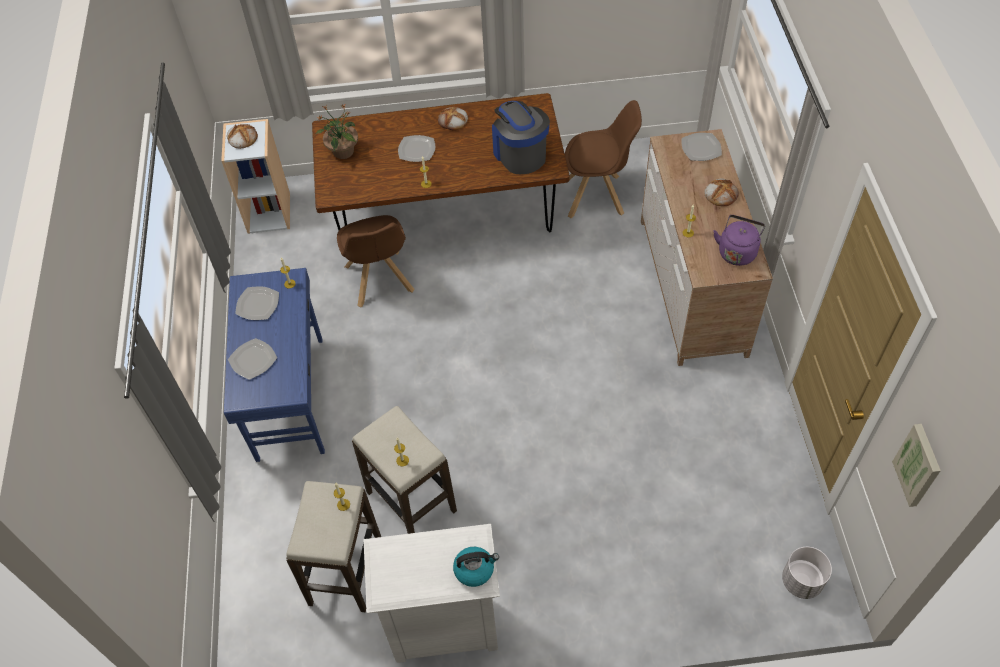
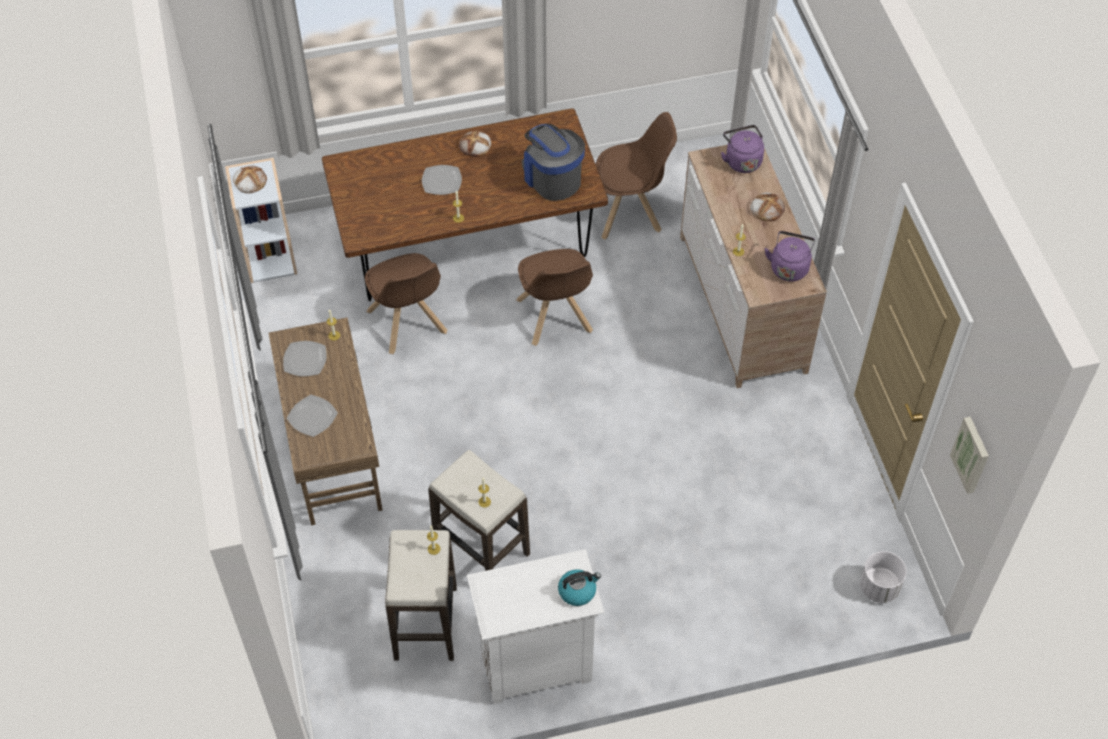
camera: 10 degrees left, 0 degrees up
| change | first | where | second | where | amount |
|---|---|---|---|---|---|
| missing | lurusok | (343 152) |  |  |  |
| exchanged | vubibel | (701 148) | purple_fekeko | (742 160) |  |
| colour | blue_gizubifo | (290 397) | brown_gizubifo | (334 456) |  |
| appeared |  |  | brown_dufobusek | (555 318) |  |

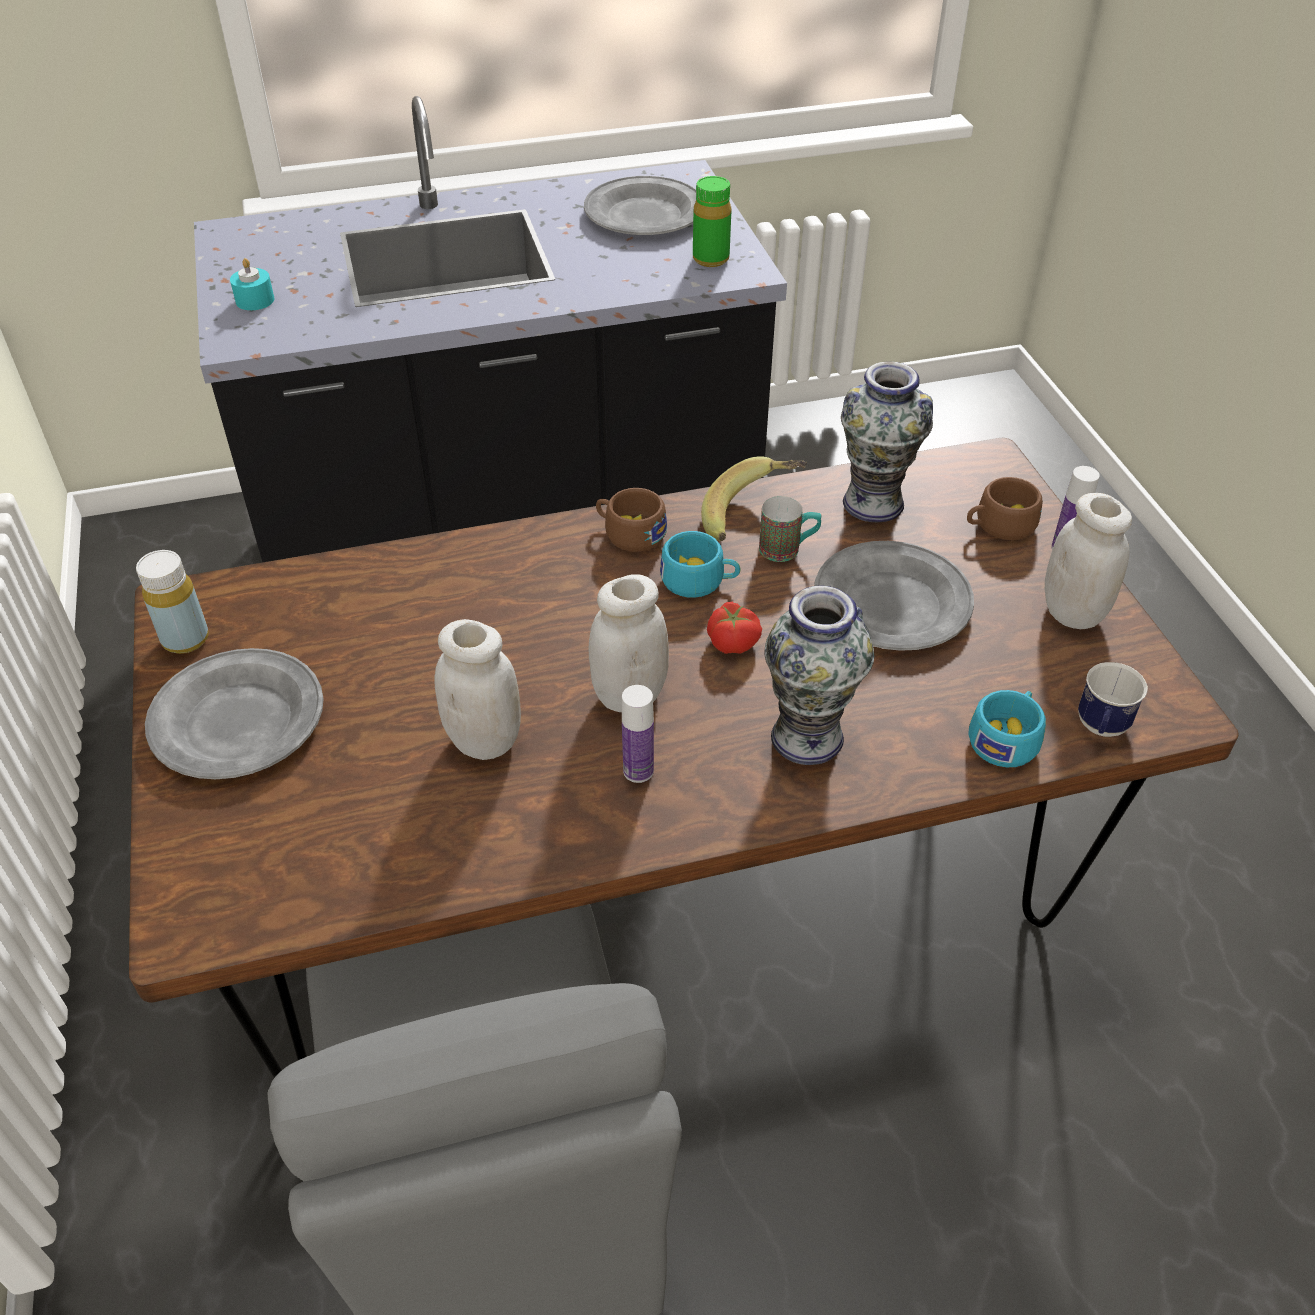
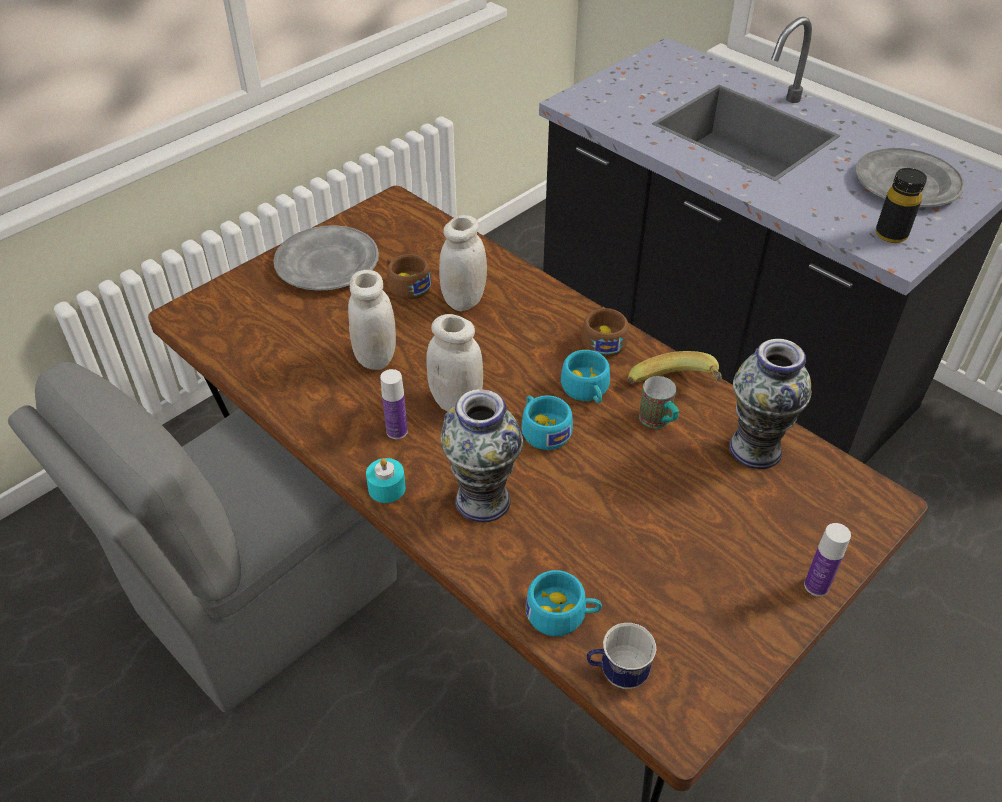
camera: 60 degrees right, 0 degrees up
| change | first | where | second | where | amount |
|---|---|---|---|---|---|
| colour | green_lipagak | (710 259) | black_lipagak | (891 235) |  |
| relocated | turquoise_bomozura | (255 300) |  | (386 488) |  |
| relocated | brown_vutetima | (999 525) |  | (406 285) |  |
| relocated | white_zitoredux | (1072 613) |  | (464 300) |  |
| missing | grey_vubibel | (892 602) |  |  |  |
| missing | yellow_lipagak | (185 639) |  |  |  |
| exchanged | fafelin | (733 641) | turquoise_vutetima | (543 430) |  |

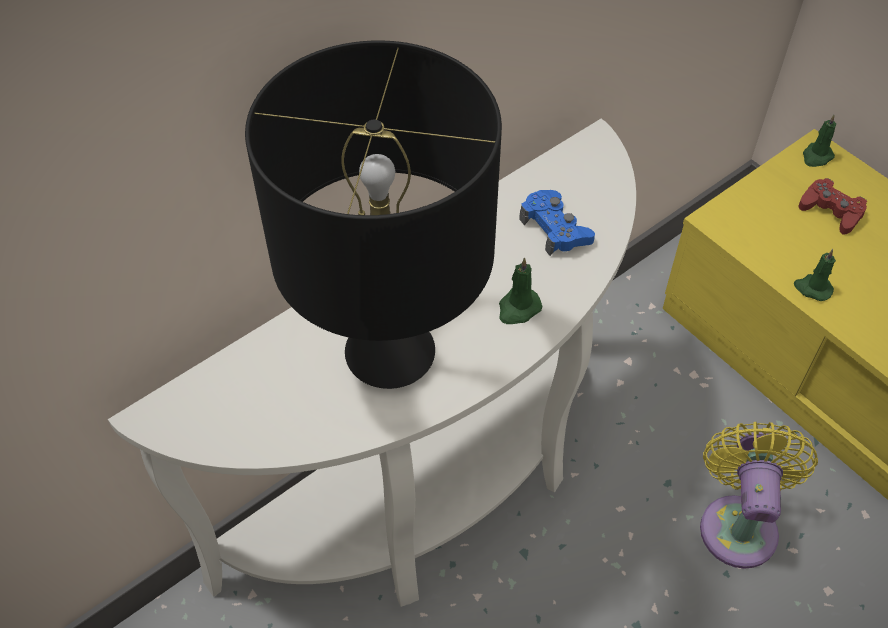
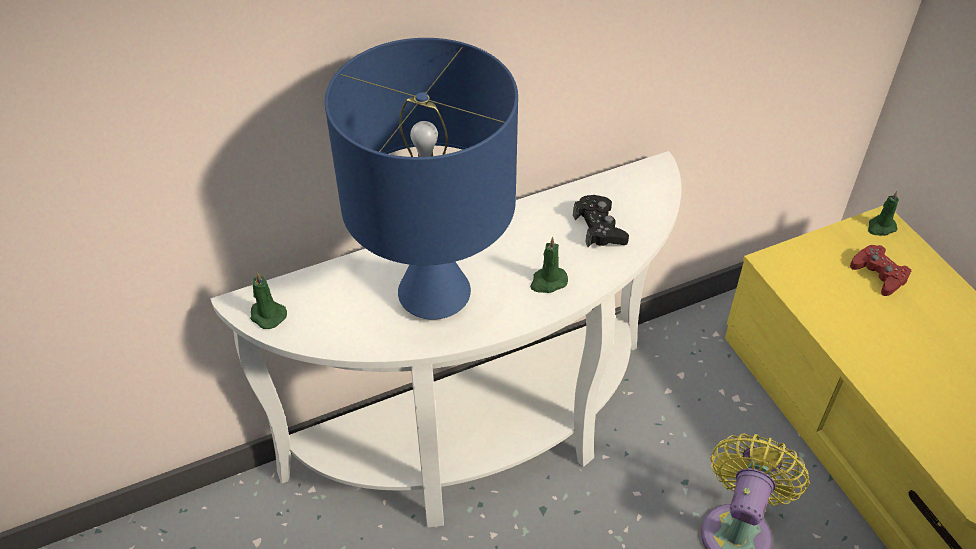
camera: 15 degrees right, 5 degrees down
| change | first | where | second | where | amount |
|---|---|---|---|---|---|
| colour | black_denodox | (390 358) | blue_denodox | (434 298) |  |
| colour | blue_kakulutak | (555 229) | black_kakulutak | (599 228) |  |
| relocated | green_bomozura | (812 288) |  | (267 315) |  |

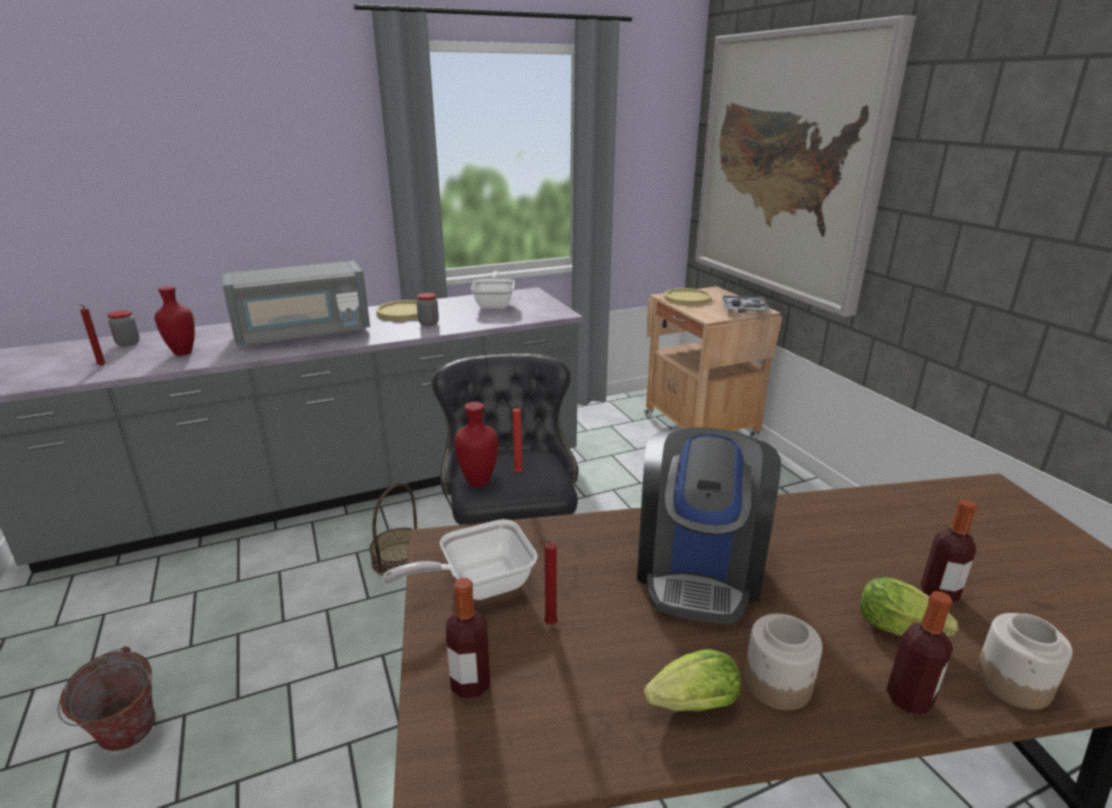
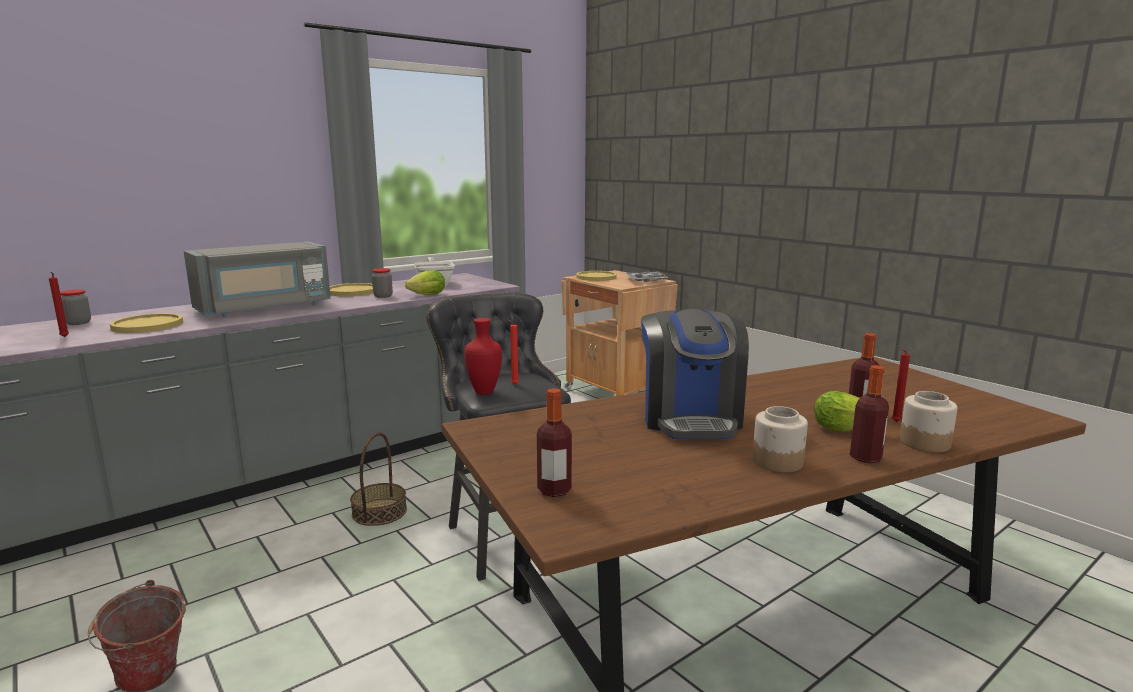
camera: 15 degrees left, 10 degrees down
| change | first | where | second | where | amount |
|---|---|---|---|---|---|
| missing | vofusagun | (786 166) |  |  |  |
| exchanged | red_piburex | (182 353) | yellow_vubibel | (147 325) |  |
| missing | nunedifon | (478 585) |  |  |  |
| relocated | red_bomozura | (548 623) |  | (894 421) |  |
| relocated | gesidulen | (688 706) |  | (425 295) |  |

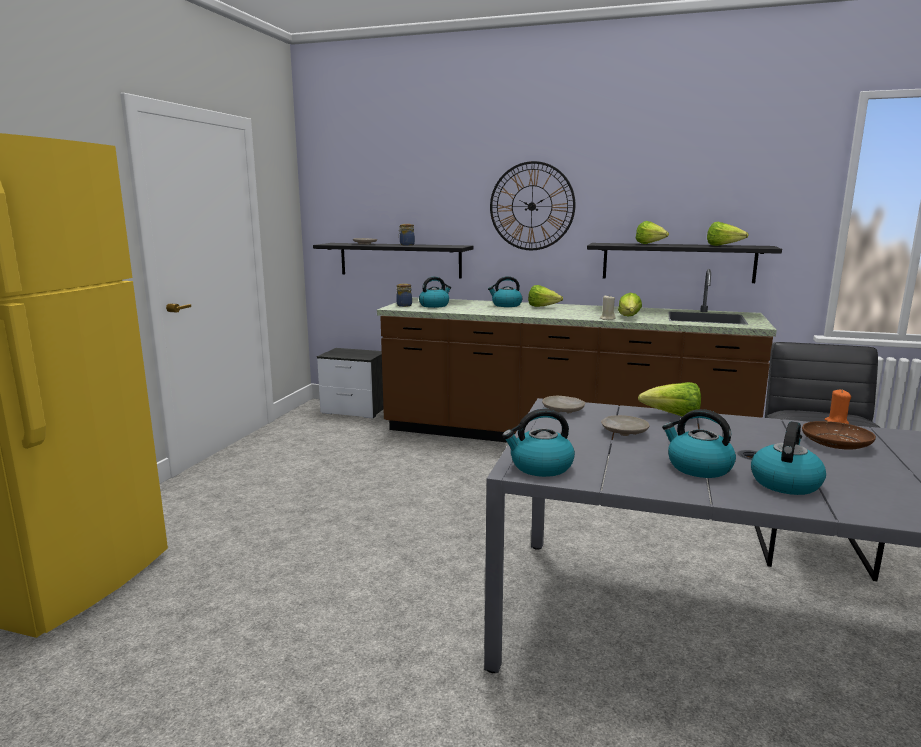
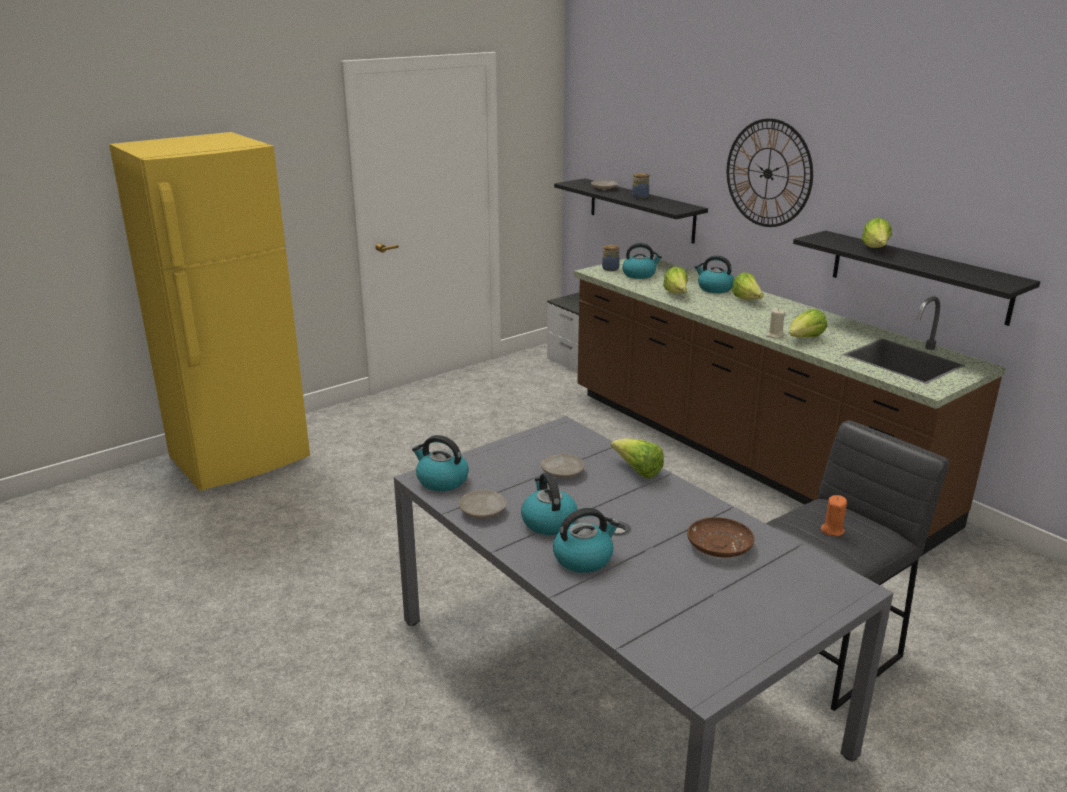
camera: 35 degrees right, 10 degrees up
| change | first | where | second | where | amount |
|---|---|---|---|---|---|
| relocated | gesidulen | (723 246) |  | (676 294) |  |
| relocated | beige_vubibel | (563 410) |  | (483 511) |  |

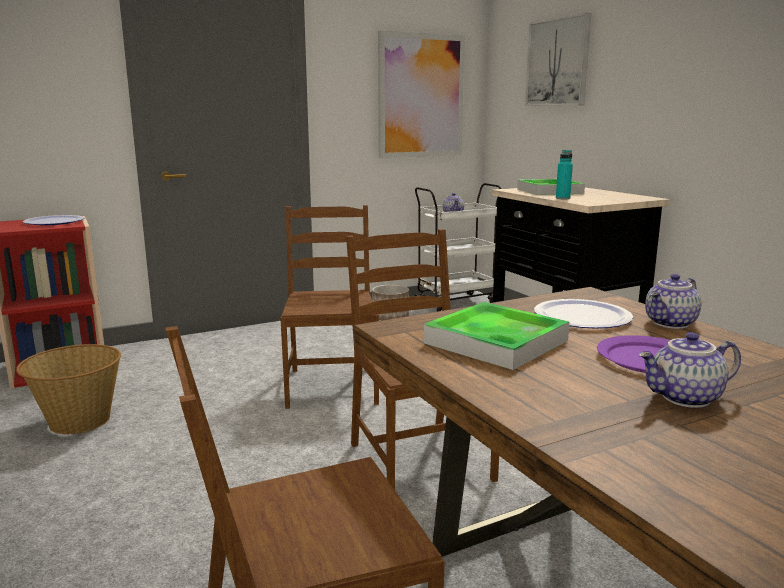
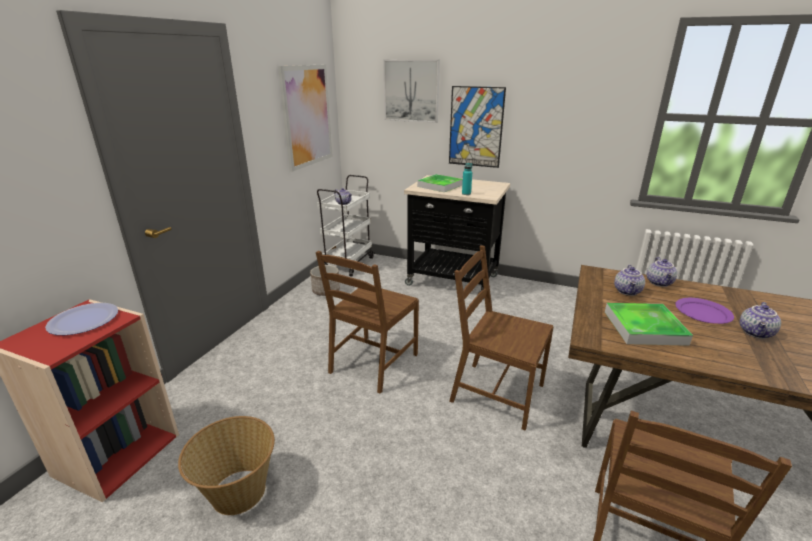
camera: 40 degrees left, 10 degrees up
| change | first | where | second | where | amount |
|---|---|---|---|---|---|
| spun | brown_dufobusek | (331 386) |  | (373 363) | 105 degrees counterclockwise |
| exchanged | vubibel | (582 316) | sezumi | (628 291) |  |
| appeared |  |  | vofusagun | (476 127) |  |

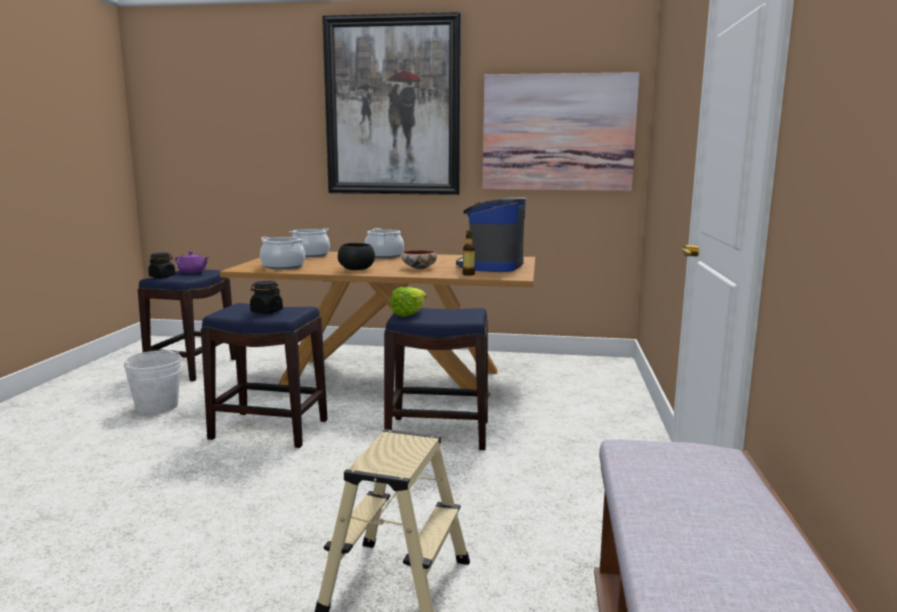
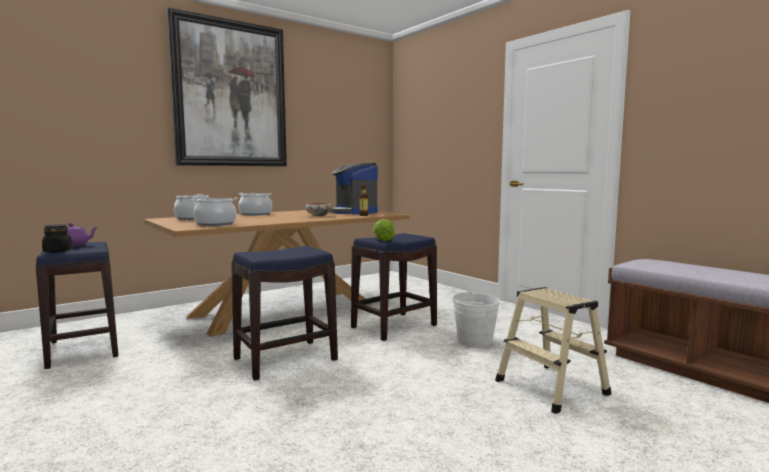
camera: 45 degrees left, 5 degrees down
| change | first | where | second | where | amount |
|---|---|---|---|---|---|
| missing | vofusagun | (558 133) |  |  |  |
| missing | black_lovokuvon | (356 269) |  |  |  |
| missing | black_zitoredux | (266 311) |  |  |  |
| relocated | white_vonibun | (157 406) |  | (474 340) |  |

